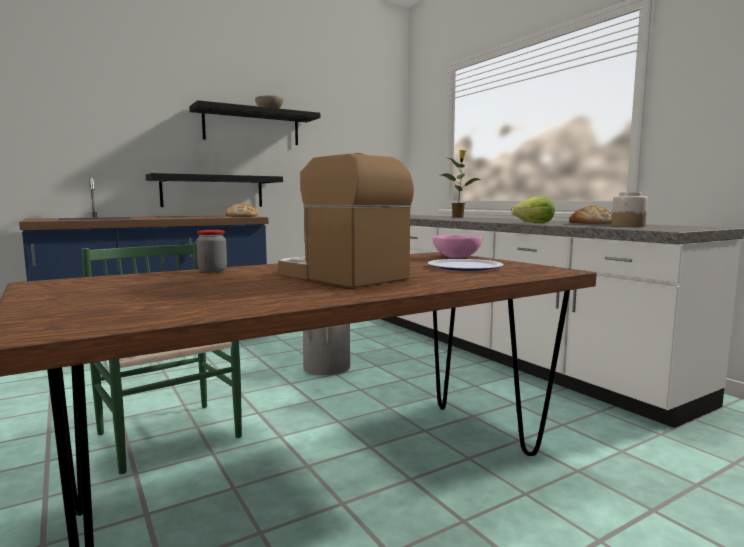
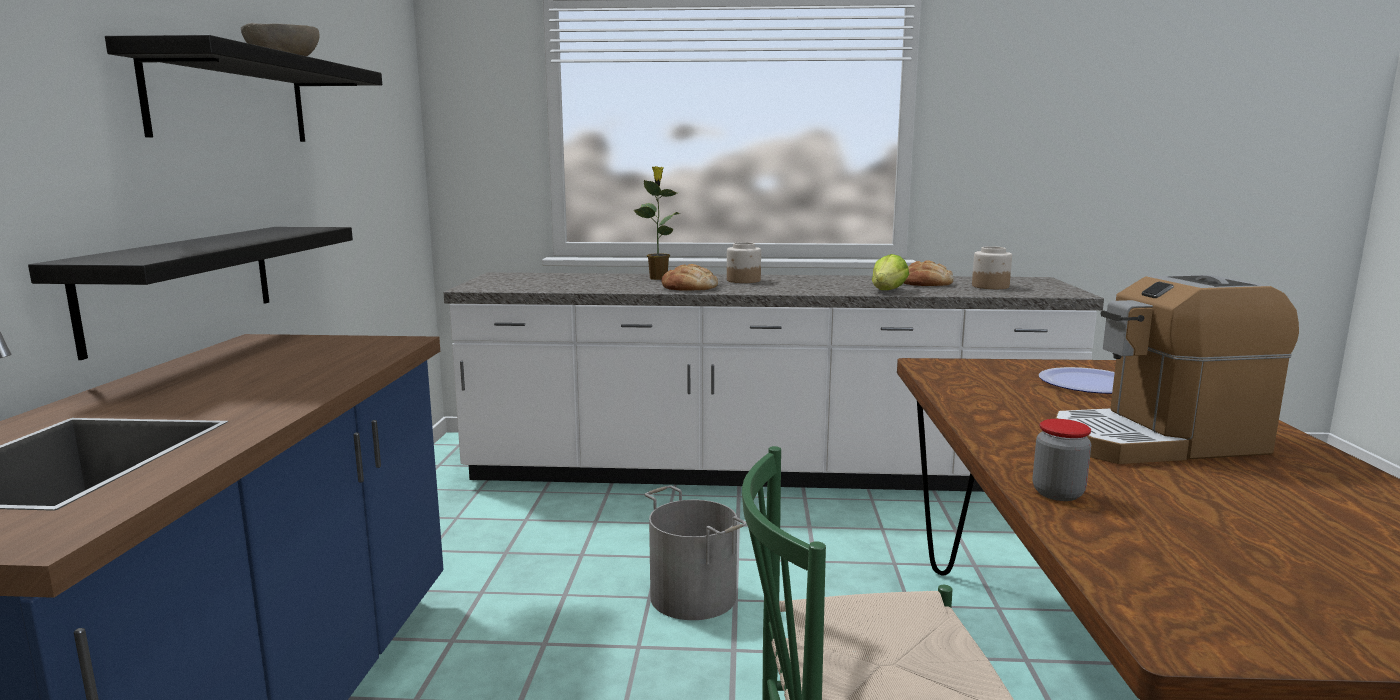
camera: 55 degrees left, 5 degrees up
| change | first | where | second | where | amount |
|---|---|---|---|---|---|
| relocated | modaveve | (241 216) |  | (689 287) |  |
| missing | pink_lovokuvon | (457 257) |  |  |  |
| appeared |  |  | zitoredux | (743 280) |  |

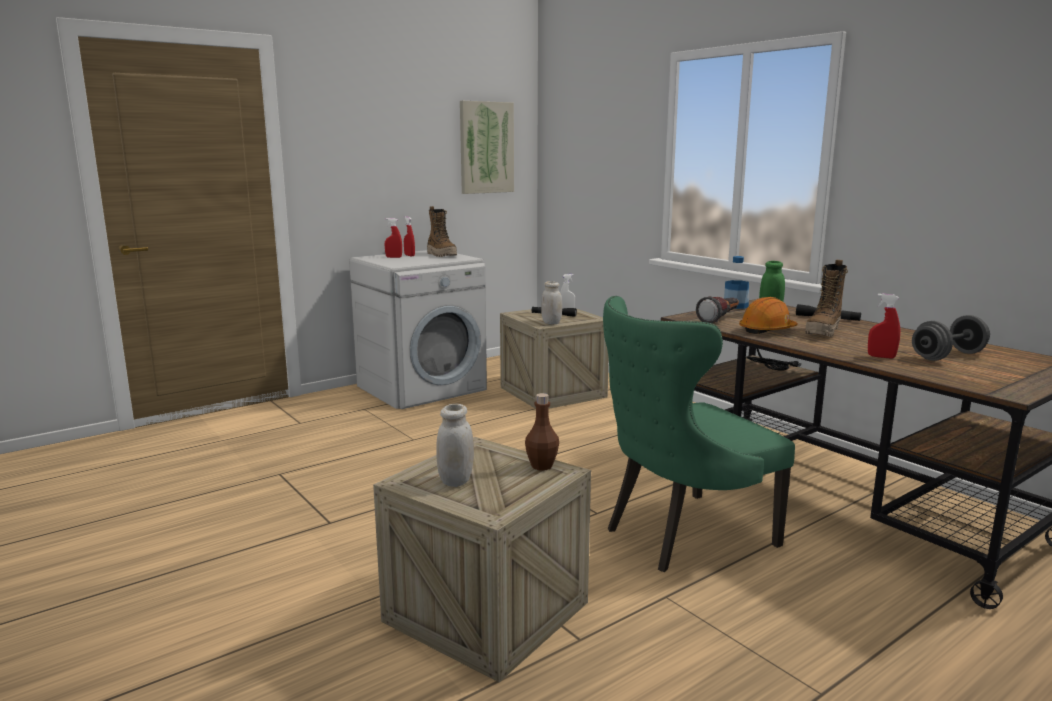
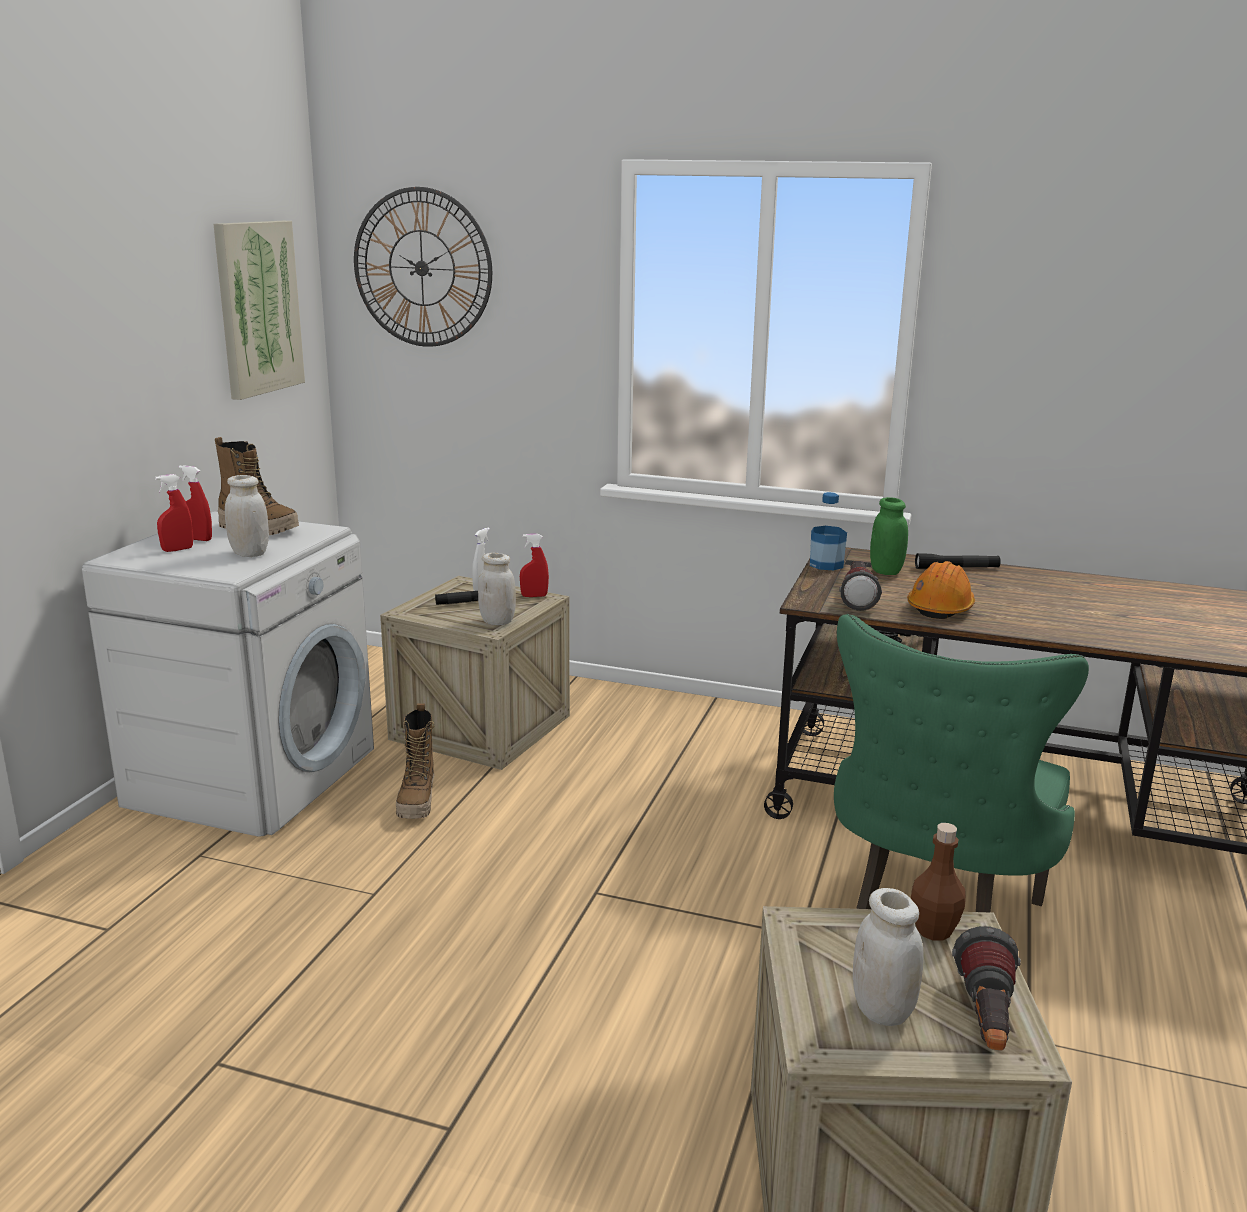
camera: 35 degrees left, 5 degrees up
| change | first | where | second | where | amount |
|---|---|---|---|---|---|
| relocated | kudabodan | (823 332) |  | (417 802) |  |
| relocated | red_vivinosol | (881 357) |  | (534 596) |  |
| missing | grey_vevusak | (948 356) |  |  |  |
| appeared |  |  | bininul | (422 268) |  |
| appeared |  |  | white_zitoredux | (250 553) |  |
| appeared |  |  | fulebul | (986 1021) |  |

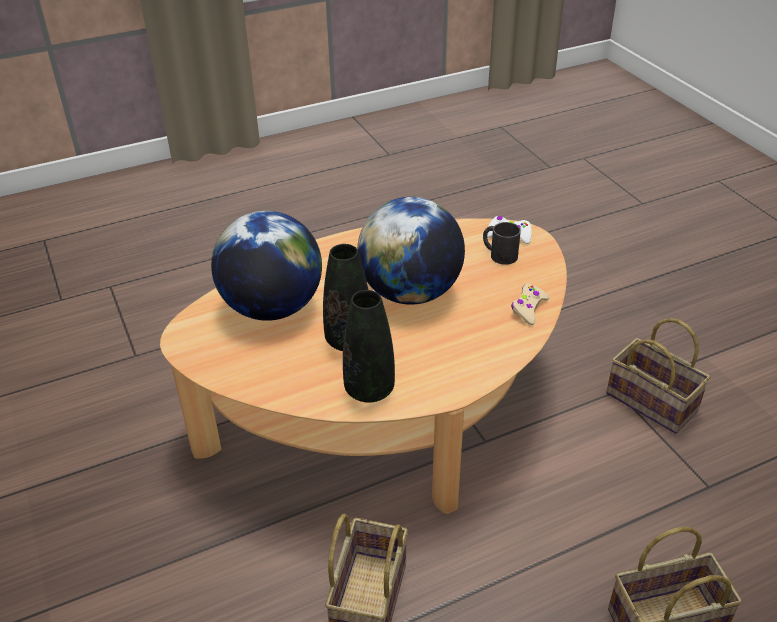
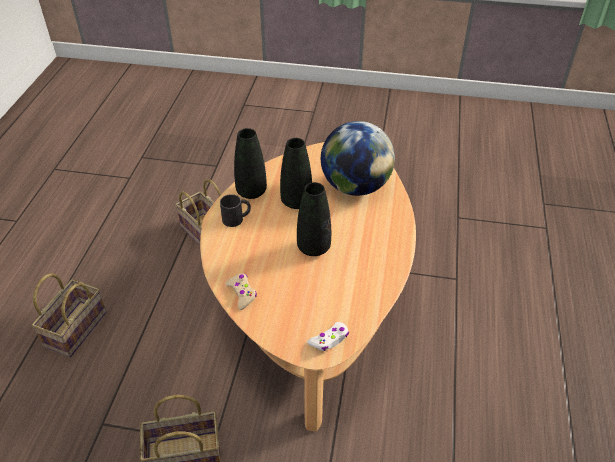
camera: 125 degrees right, 5 degrees up
| change | first | where | second | where | amount |
|---|---|---|---|---|---|
| exchanged | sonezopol | (410 292) | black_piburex | (313 248) |  |
| relocated | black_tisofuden | (499 254) |  | (237 218) |  |

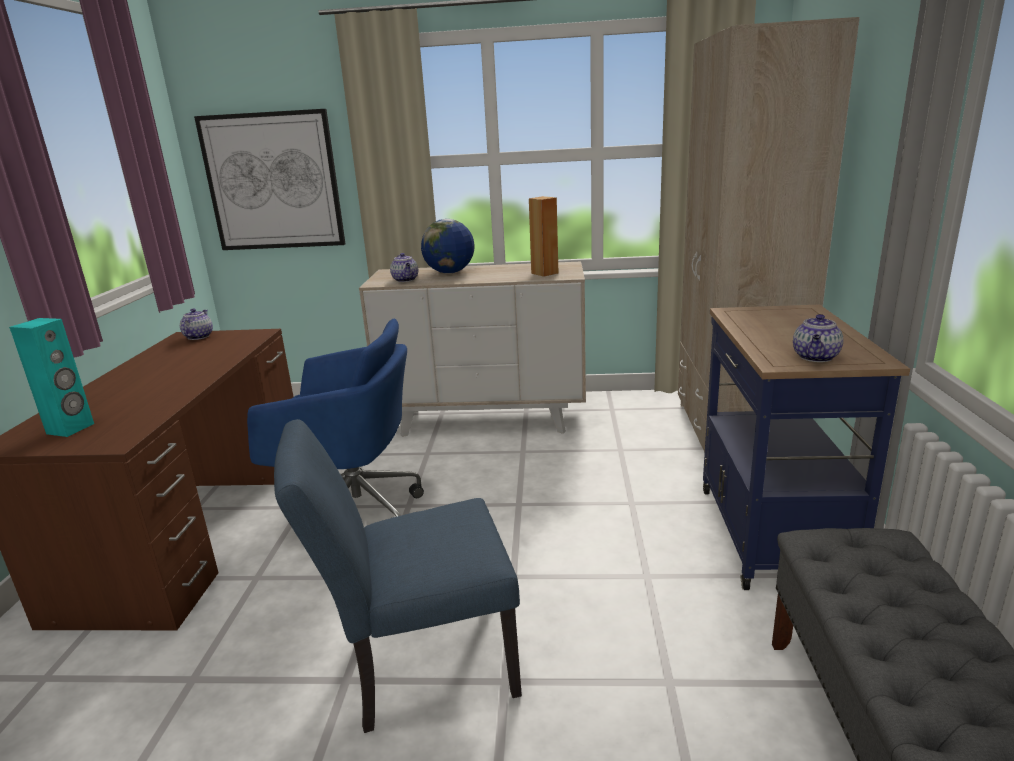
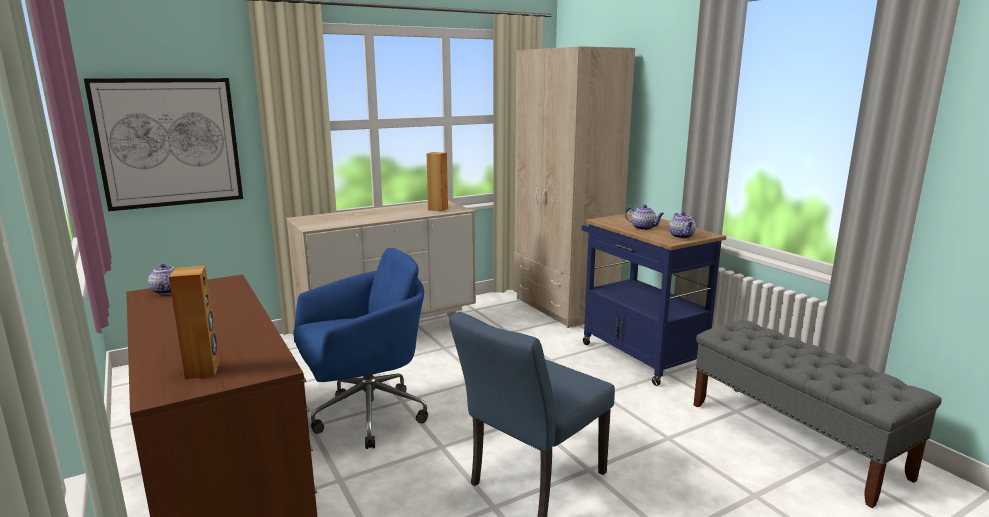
camera: 35 degrees left, 5 degrees down
| change | first | where | second | where | amount |
|---|---|---|---|---|---|
| missing | sonezopol | (450 272) |  |  |  |
| relocated | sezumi | (406 280) |  | (644 228) |  |
| colour | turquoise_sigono | (71 428) | brown_sigono | (203 370) |  |

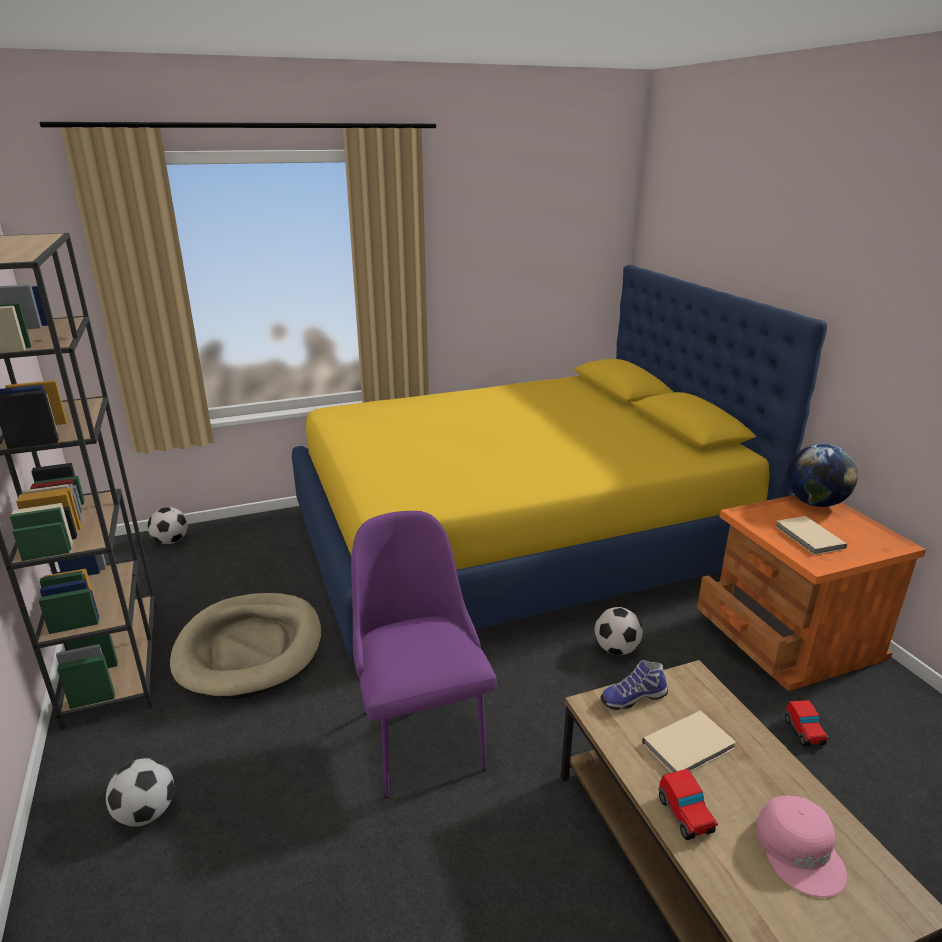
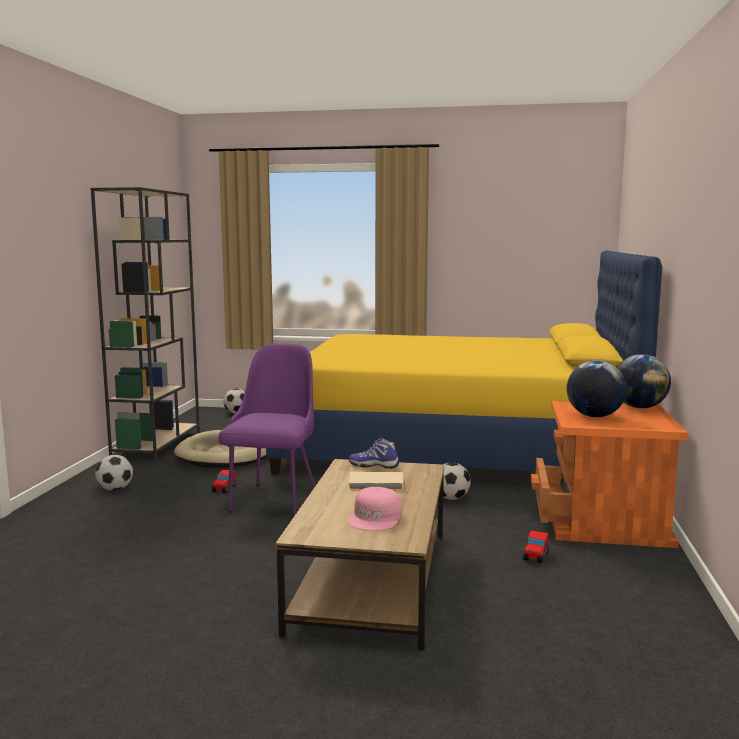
camera: 30 degrees right, 15 degrees down
| change | first | where | second | where | amount |
|---|---|---|---|---|---|
| exchanged | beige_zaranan | (808 538) | sonezopol | (594 416) |  |
| relocated | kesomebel | (685 816) |  | (224 488) |  |

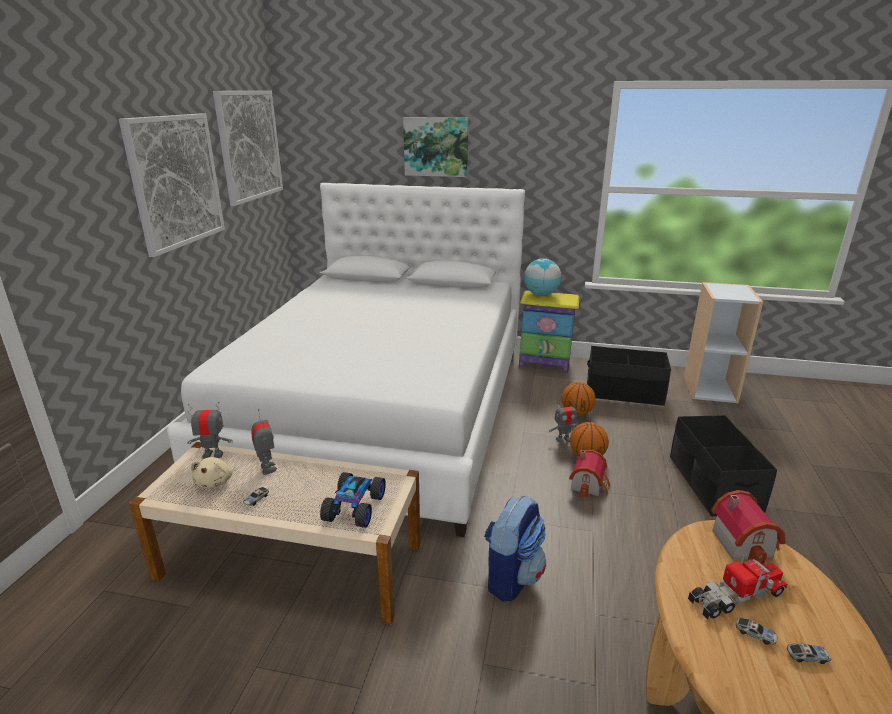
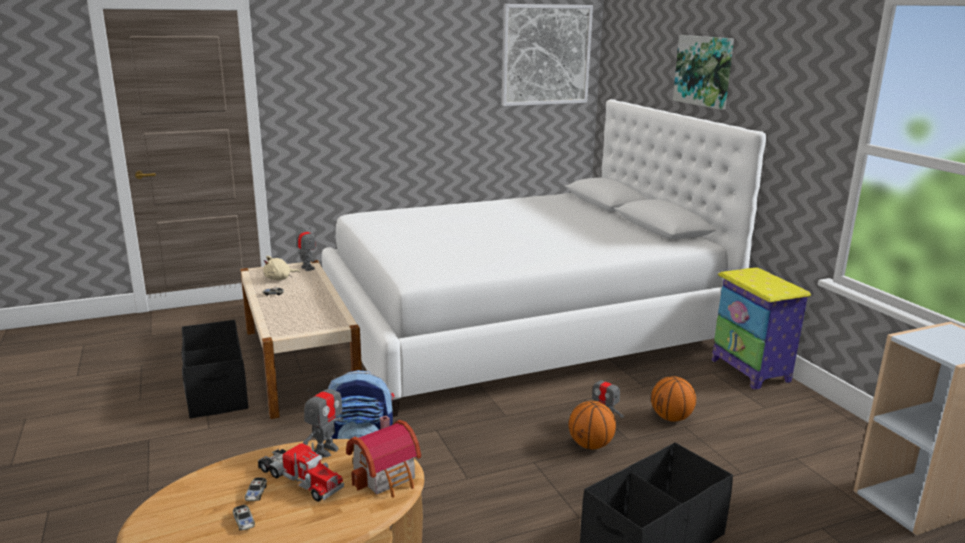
camera: 55 degrees right, 5 degrees down
| change | first | where | second | where | amount |
|---|---|---|---|---|---|
| missing | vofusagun | (176 181) |  |  |  |
| missing | sonezopol | (541 294) |  |  |  |
| relocated | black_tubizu | (624 393) |  | (216 390) |  |
| relocated | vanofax | (267 468) |  | (325 450) |  |
| missing | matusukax | (589 485) |  |  |  |
| missing | kesomebel | (355 507) |  |  |  |

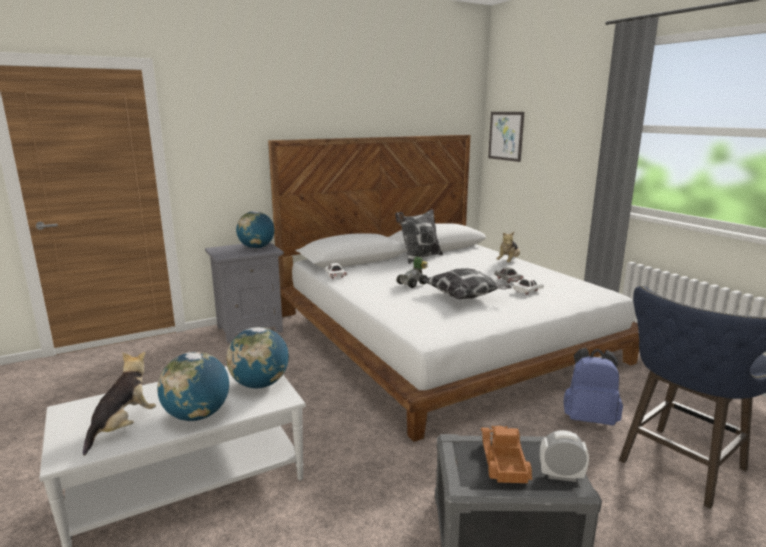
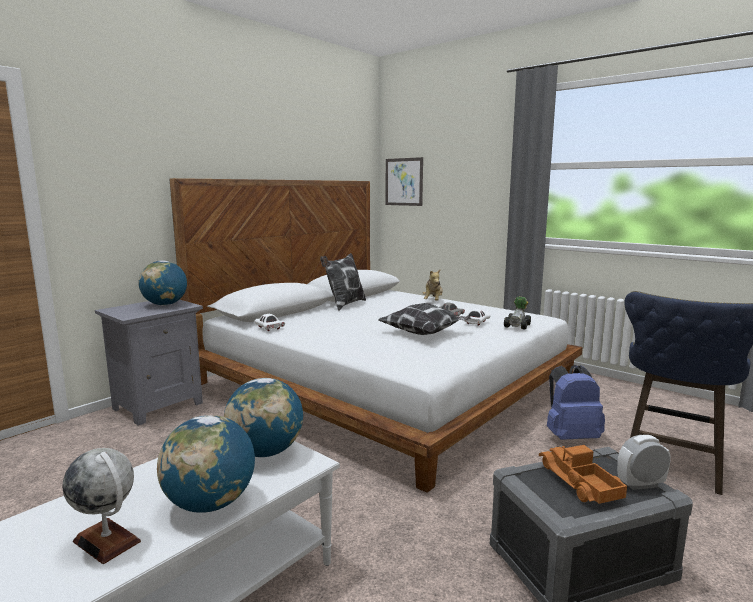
camera: 20 degrees left, 5 degrees down
| change | first | where | second | where | amount |
|---|---|---|---|---|---|
| relocated | kesomebel | (414 283) |  | (518 325) |  |
| exchanged | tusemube | (123 426) | sonezopol | (107 541) |  |

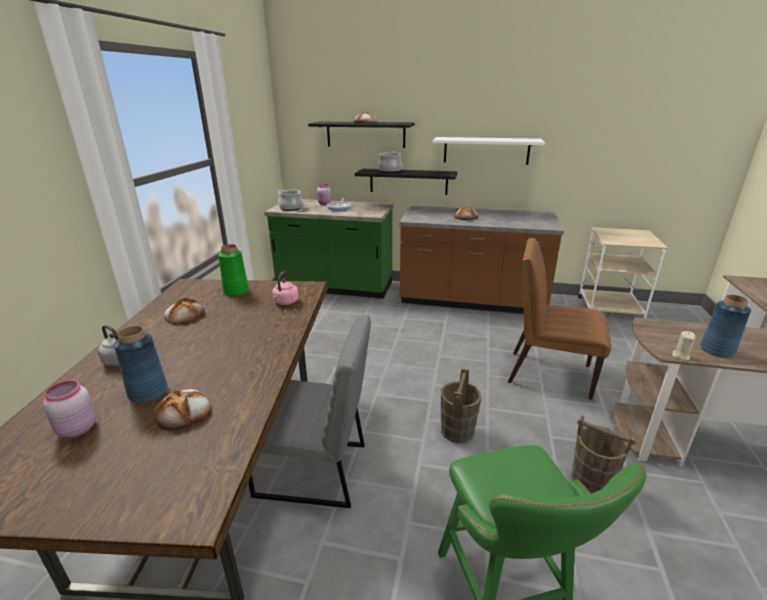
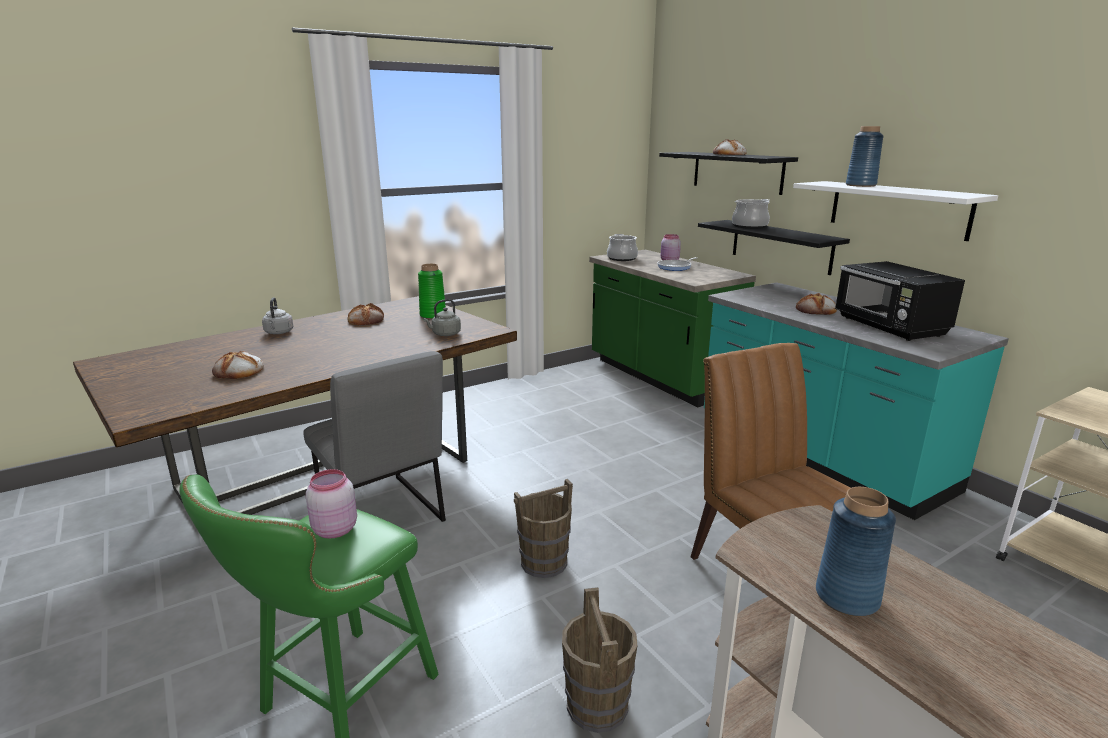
camera: 45 degrees right, 5 degrees down
| change | first | where | second | where | amount |
|---|---|---|---|---|---|
| colour | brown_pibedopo | (471 300) | turquoise_pibedopo | (818 454) |  |
| colour | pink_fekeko | (285 302) | grey_fekeko | (445 334) |  |
| relocated | blue_piburex | (148 392) |  | (860 185) |  |
| missing | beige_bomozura | (680 356) |  |  |  |
| relocated | pink_zitoredux | (76 429) |  | (334 529) |  |
| appeared |  |  | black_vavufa | (890 327) |  |

